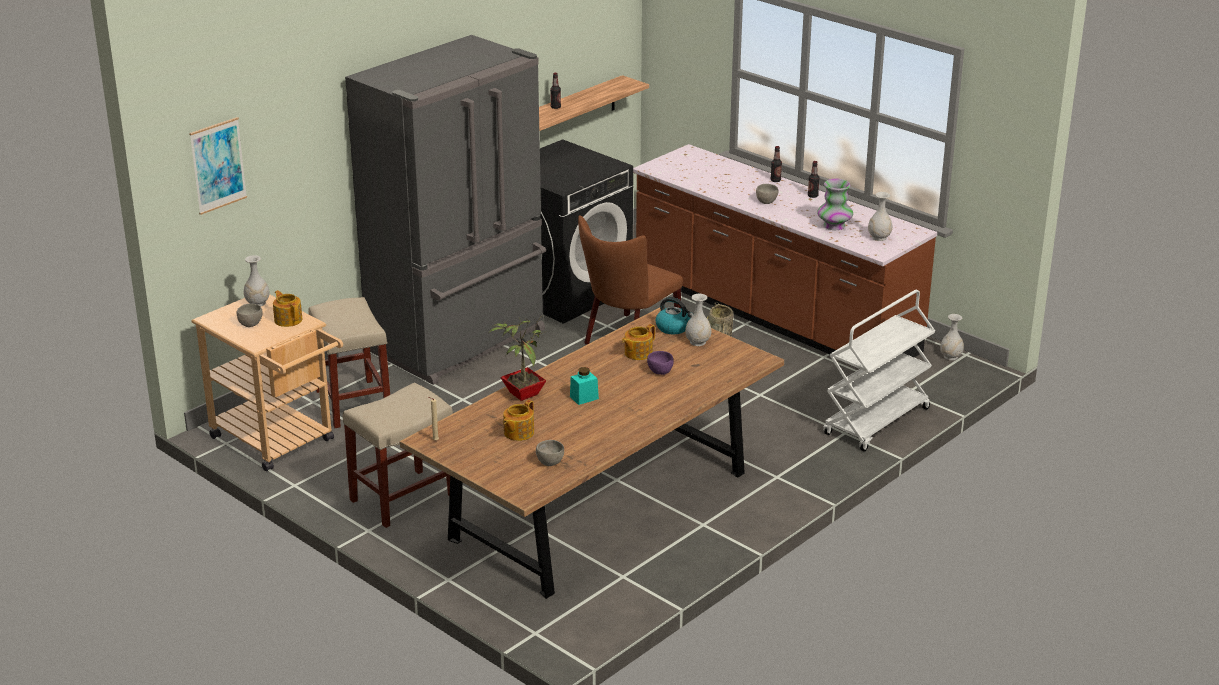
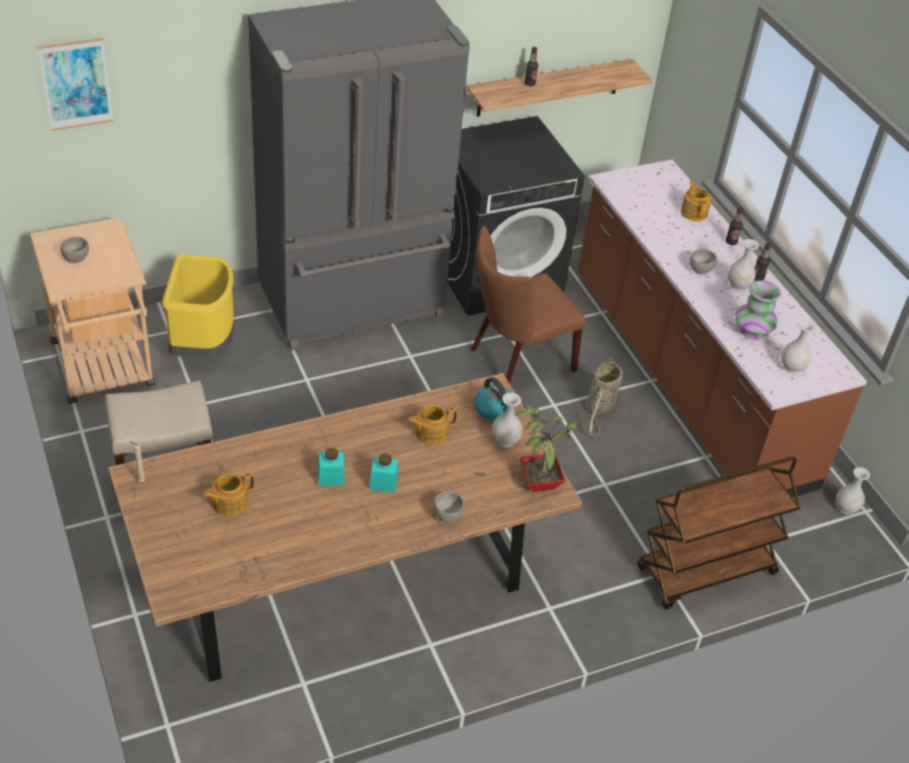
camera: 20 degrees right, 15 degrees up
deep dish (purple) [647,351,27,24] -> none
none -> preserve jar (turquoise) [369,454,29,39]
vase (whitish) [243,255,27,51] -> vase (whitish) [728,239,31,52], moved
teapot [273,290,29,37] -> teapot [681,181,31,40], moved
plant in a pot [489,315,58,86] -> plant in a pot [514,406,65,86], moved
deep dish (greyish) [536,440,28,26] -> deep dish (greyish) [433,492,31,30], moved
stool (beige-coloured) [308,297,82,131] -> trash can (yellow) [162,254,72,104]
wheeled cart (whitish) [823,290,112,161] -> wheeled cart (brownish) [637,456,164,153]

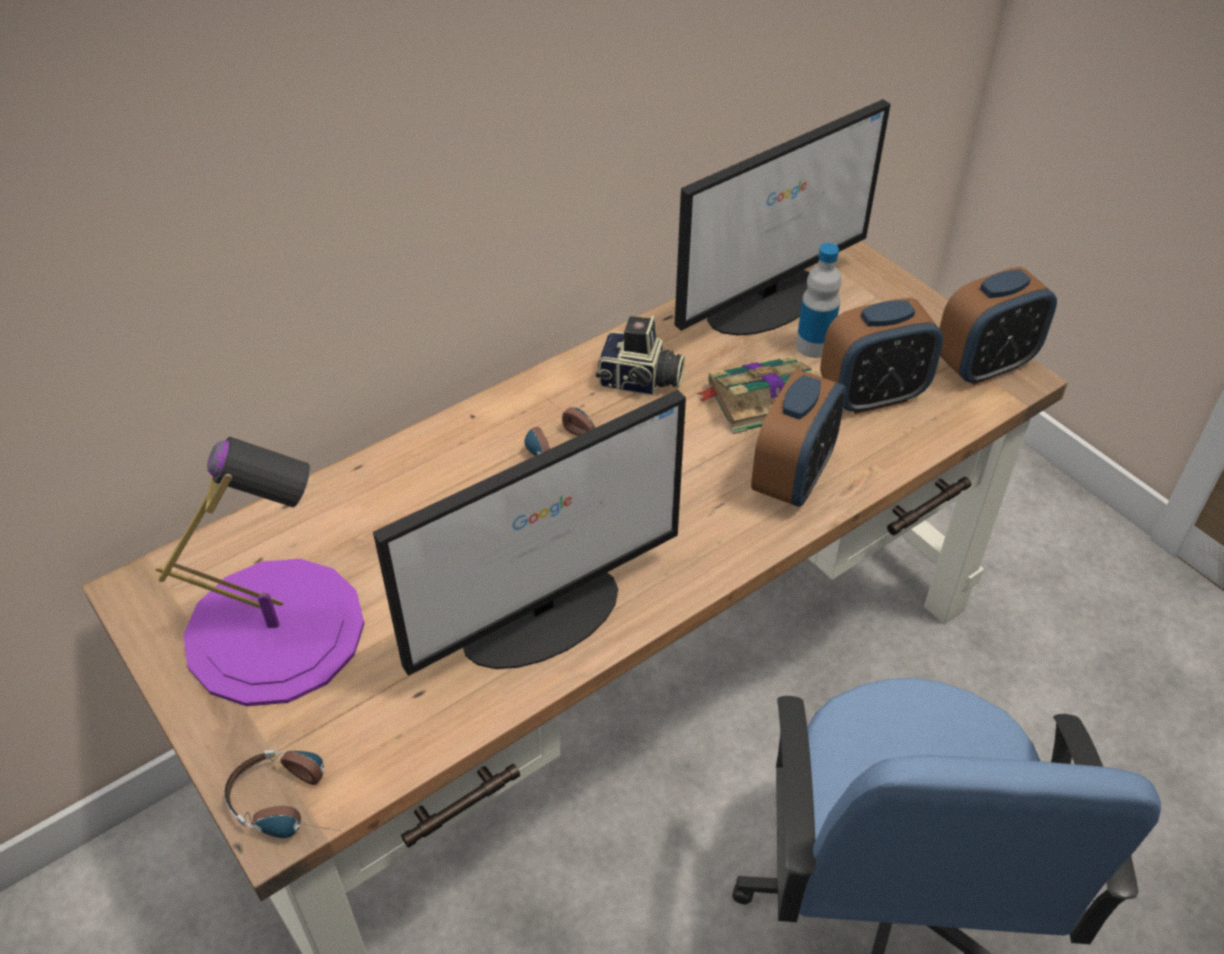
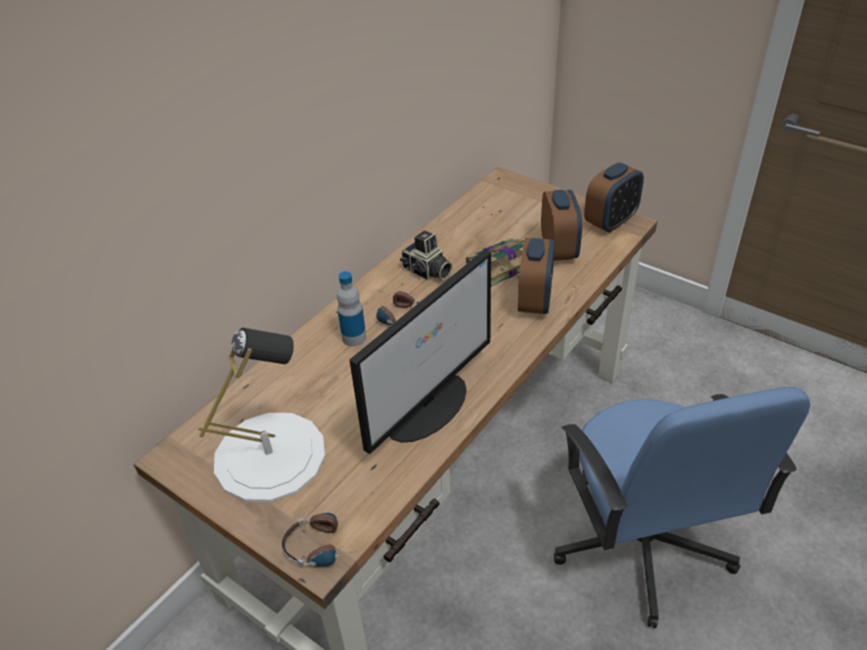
camera: 15 degrees left, 5 degrees down
monitor [675,99,216,236] -> none
beverage bottle [796,243,45,115] -> beverage bottle [337,271,29,75], moved
tabletop lamp (purple) [155,436,210,270] -> tabletop lamp (whitish) [198,328,127,174]
photo camera [596,316,89,79] -> photo camera [400,230,53,50], 45 degrees clockwise
table clock [820,298,123,116] -> table clock [541,190,41,71], 60 degrees counterclockwise

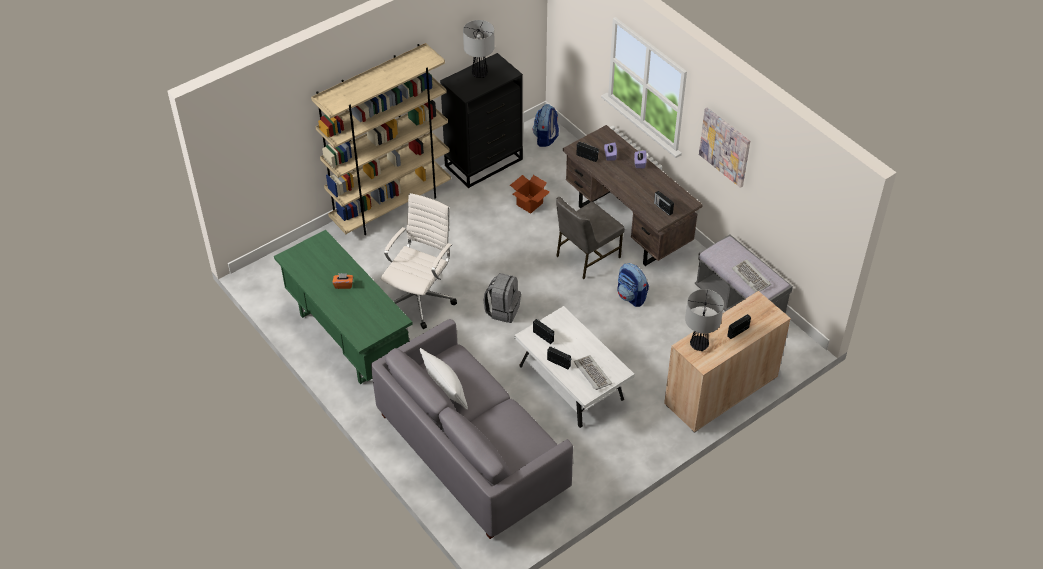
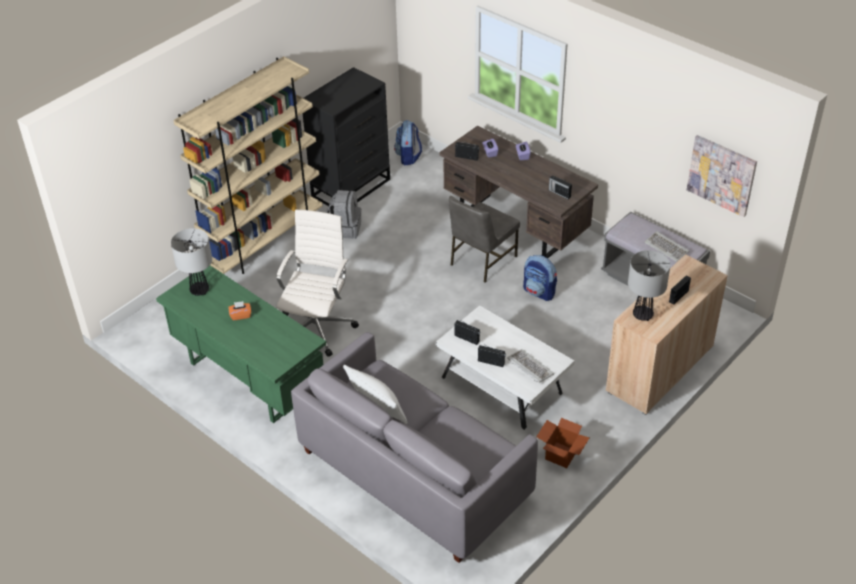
camera: 10 degrees left, 5 degrees down
tabletop lamp [463,20,32,58] -> tabletop lamp [171,228,41,68], moved
rucksack (greyish) [484,273,37,50] -> rucksack (greyish) [326,190,35,49], moved
carton [510,175,40,39] -> carton [536,418,54,50], moved
wall art [699,108,51,80] -> wall art [687,135,70,82], moved

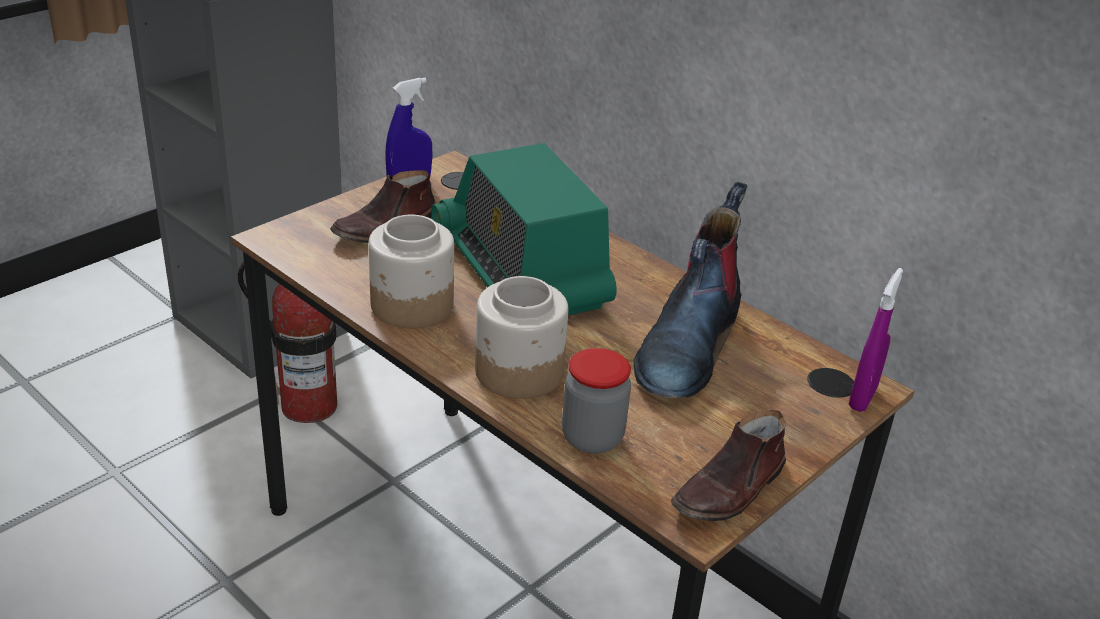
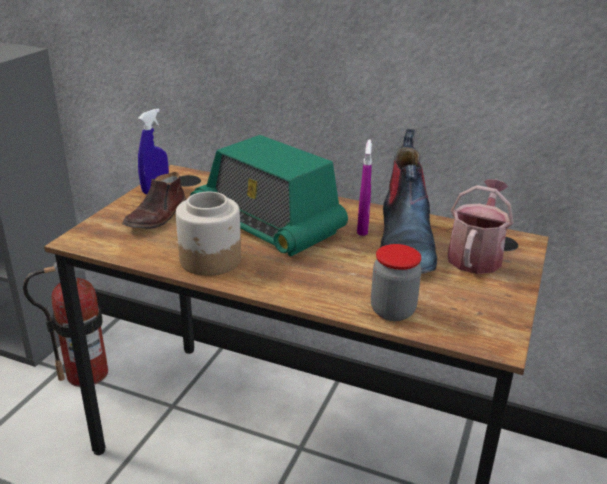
camera: 20 degrees left, 5 degrees down
preserve jar [475,276,93,123] -> none
low shoe (brownish) [671,410,115,111] -> none
none -> watering can [448,179,65,95]
spray bottle (purple) [849,268,54,144] -> spray bottle (purple) [357,140,15,96], moved

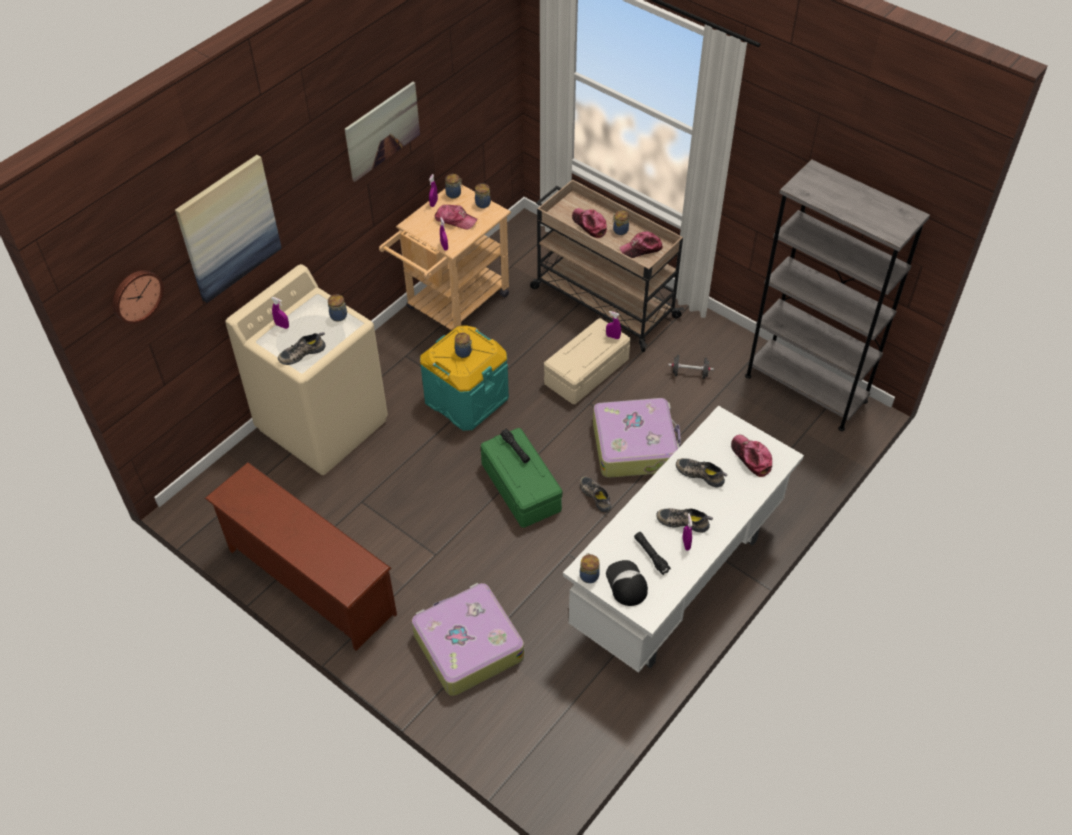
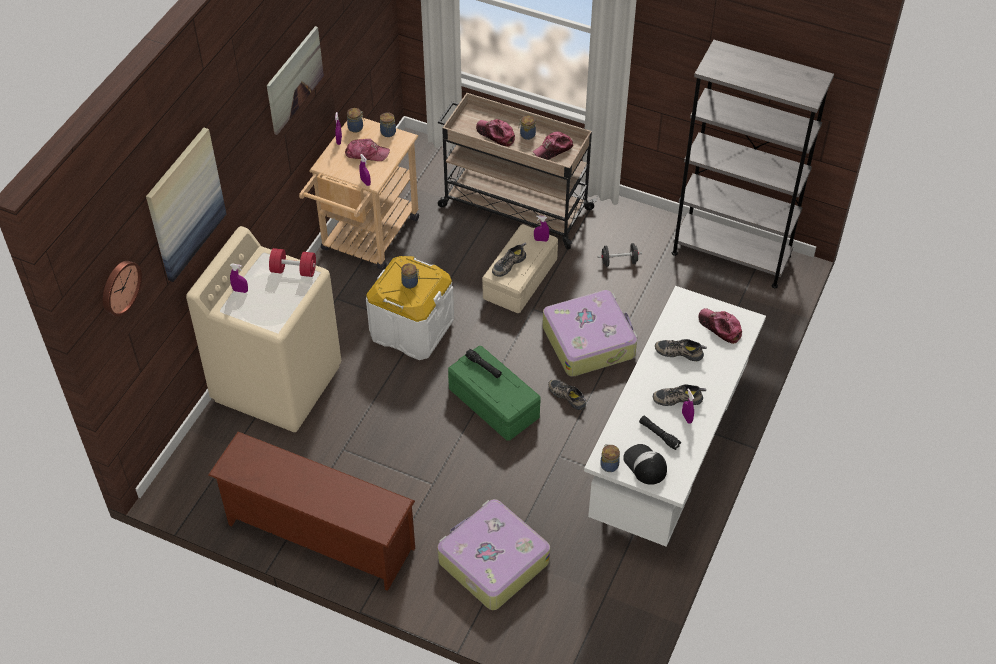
camera: 15 degrees left, 0 degrees up
low shoe [278,332,47,33] -> low shoe [492,242,34,35], moved
preserve jar [328,294,20,28] -> hand weight (reddish) [269,248,47,29]
storage container (turquoise) [420,325,89,106] -> storage container (whitish) [366,256,88,104]

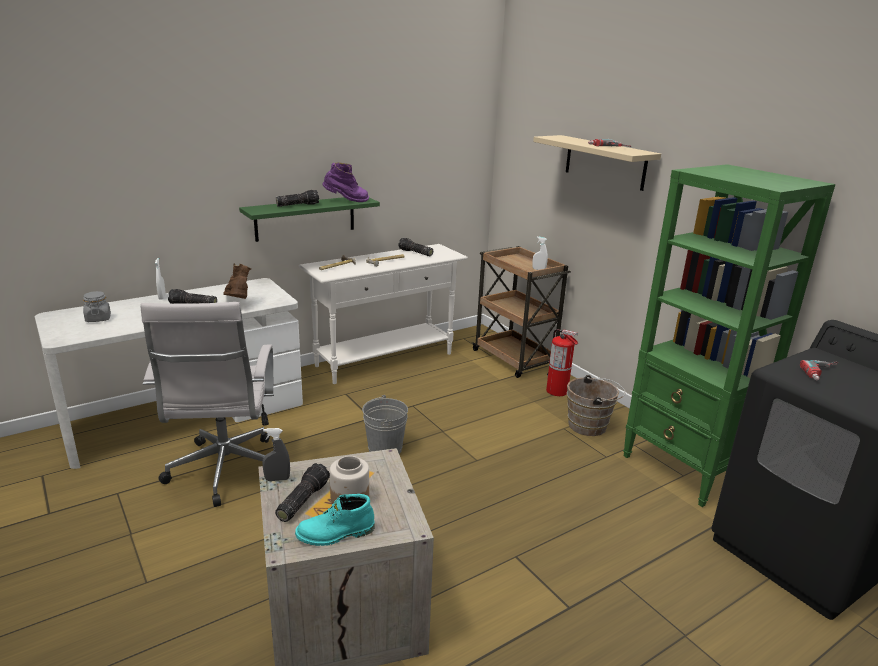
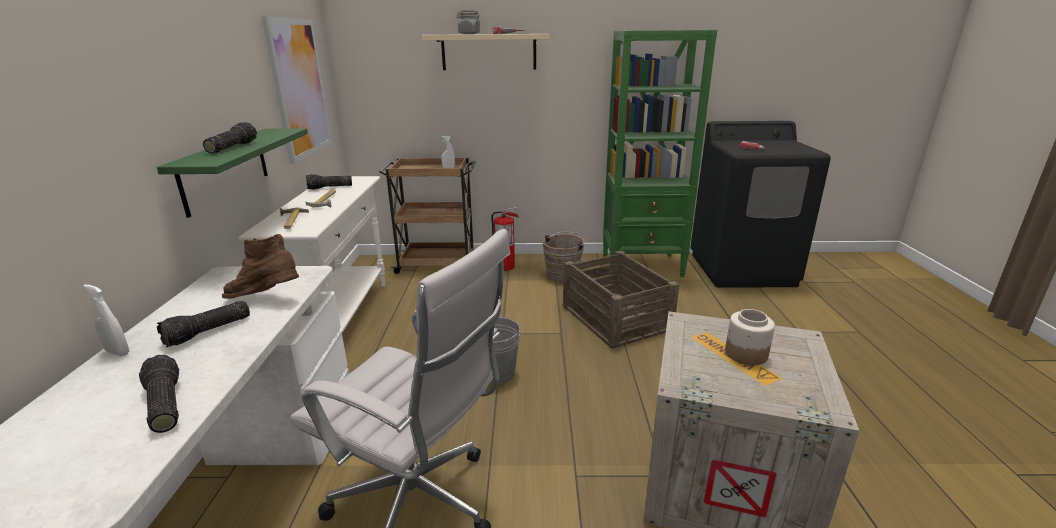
camera: 55 degrees left, 0 degrees up
spray bottle (greyish) [262,428,28,53] -> none
boot (turquoise) [295,494,80,52] -> none
boot (purple) [323,162,46,40] -> none
none -> wall art [261,16,71,148]
none -> packing crate [562,251,117,98]
preserve jar (greyish) [83,291,28,31] -> preserve jar (greyish) [456,10,25,24], moved
flashlight [275,463,55,59] -> flashlight [139,355,40,78], moved

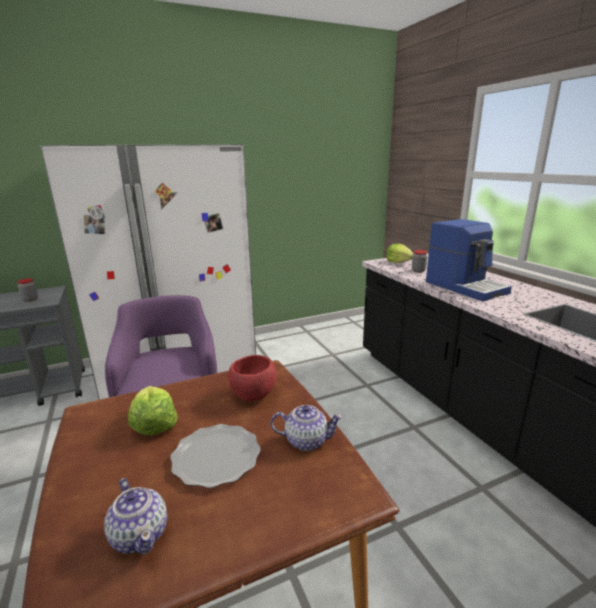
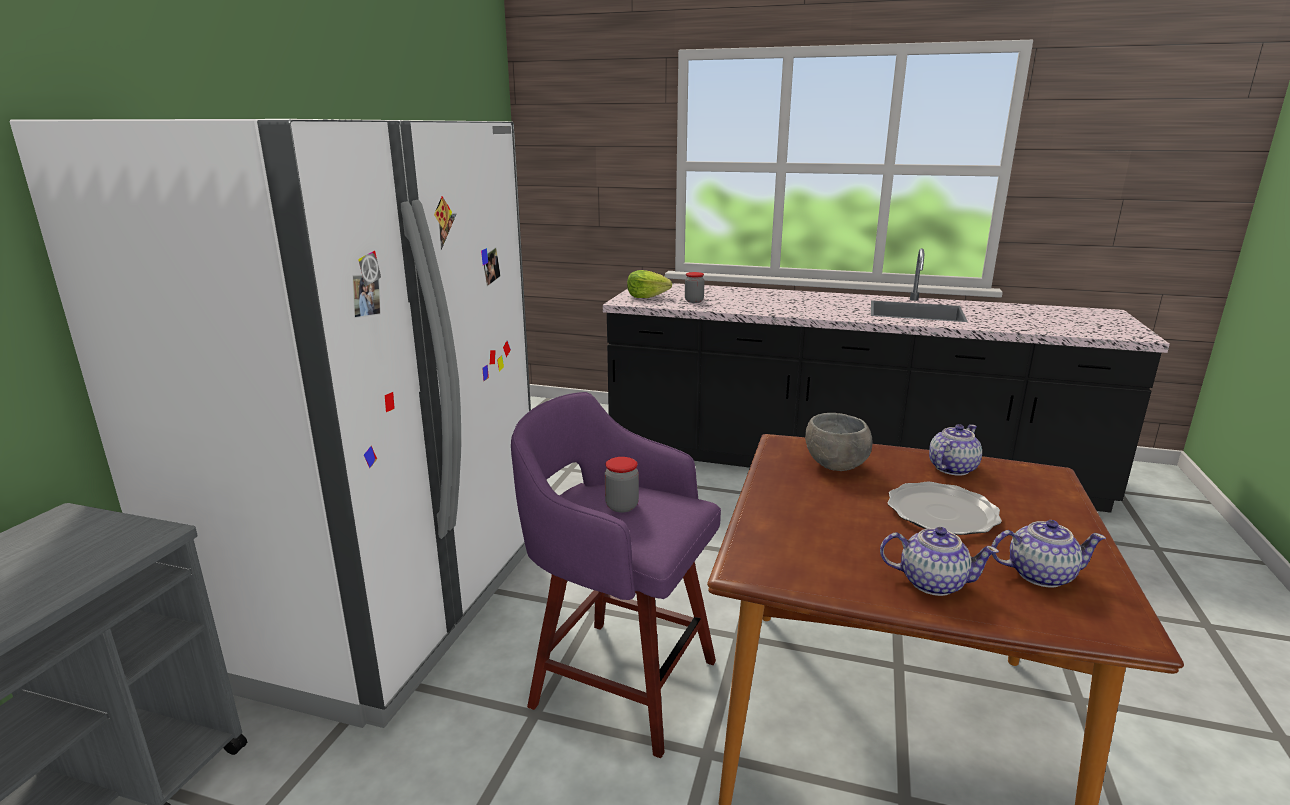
camera: 50 degrees left, 0 degrees up
lettuce head [128,386,50,50] -> none
coffee machine [426,219,86,82] -> none
none -> teapot [880,527,119,69]
preserve jar [17,278,21,24] -> preserve jar [605,457,34,56], moved
deep dish (reddish) [228,355,49,46] -> deep dish (greyish) [805,413,68,58]

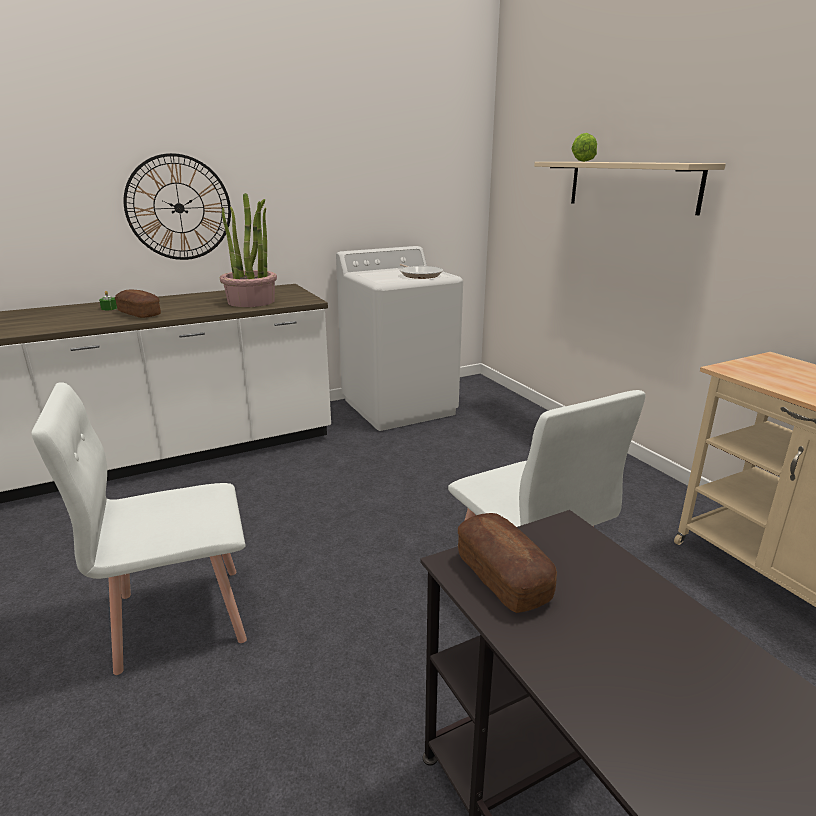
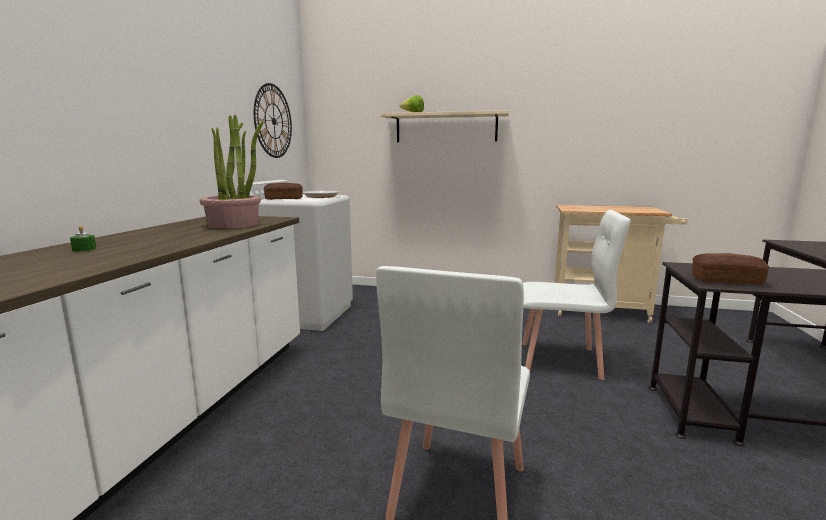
camera: 50 degrees left, 10 degrees down
baked bread [115,289,46,29] -> baked bread [264,183,39,17], moved
wall clock [123,153,108,107] -> wall clock [254,83,38,75], moved

